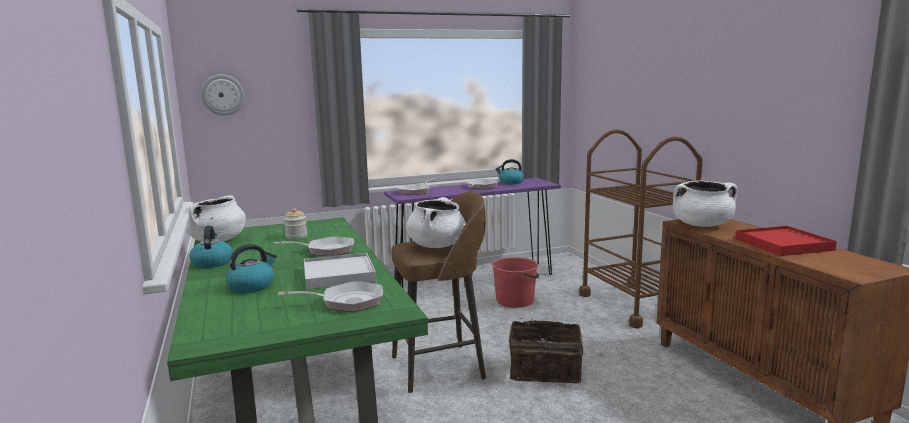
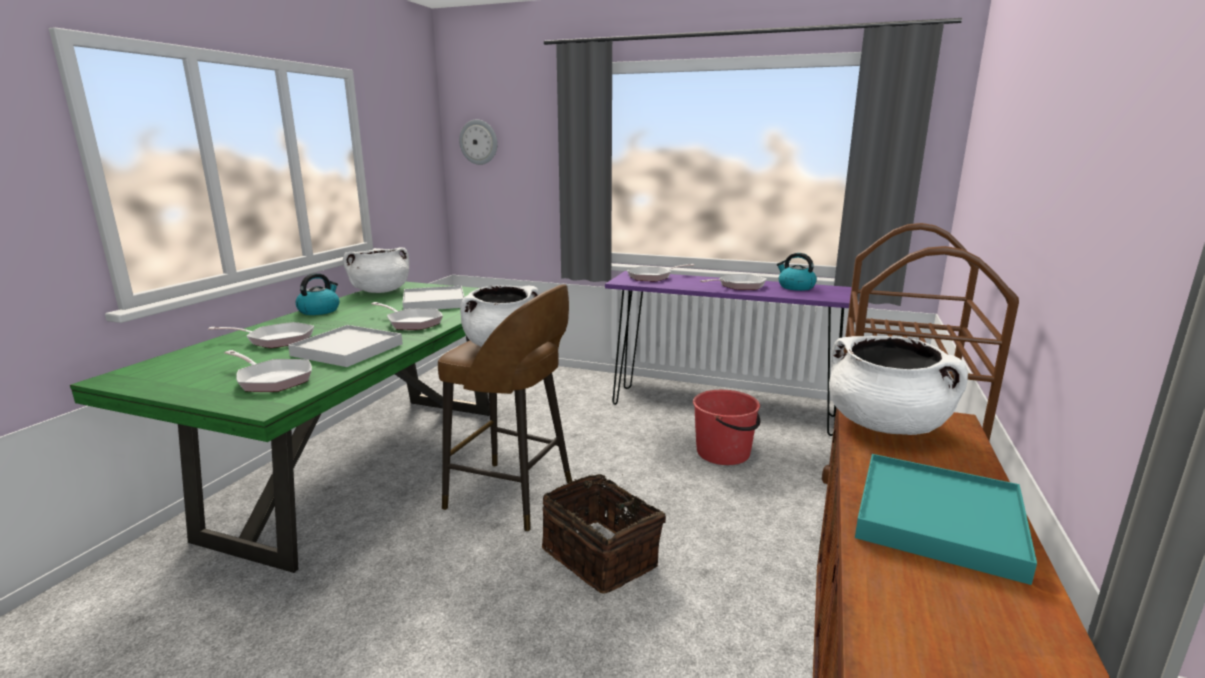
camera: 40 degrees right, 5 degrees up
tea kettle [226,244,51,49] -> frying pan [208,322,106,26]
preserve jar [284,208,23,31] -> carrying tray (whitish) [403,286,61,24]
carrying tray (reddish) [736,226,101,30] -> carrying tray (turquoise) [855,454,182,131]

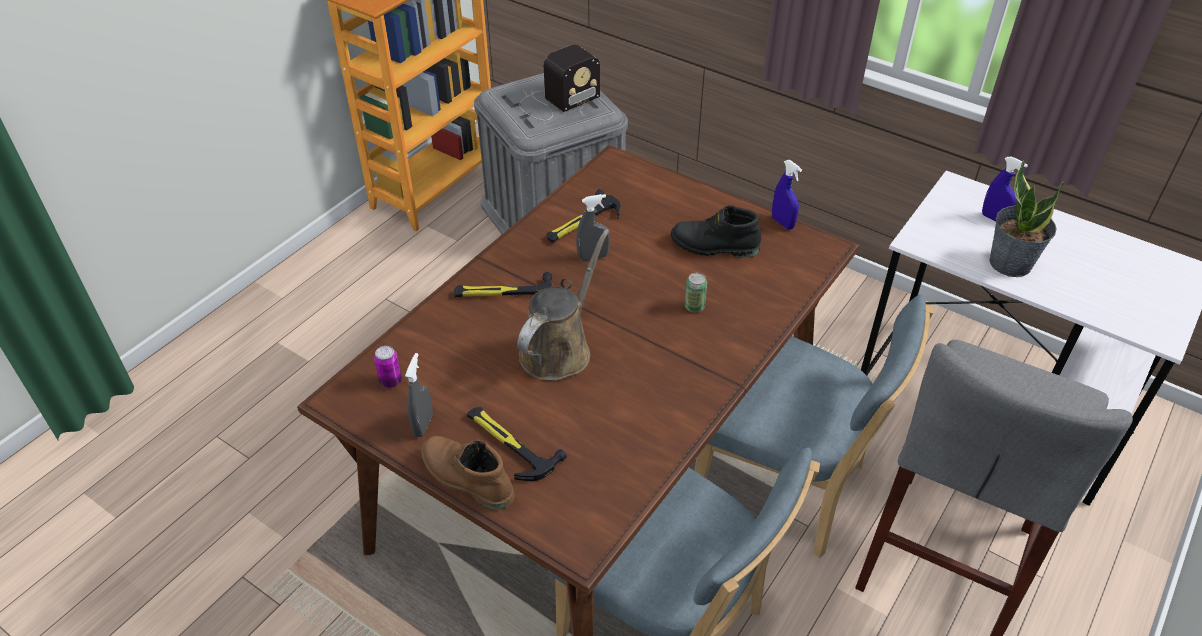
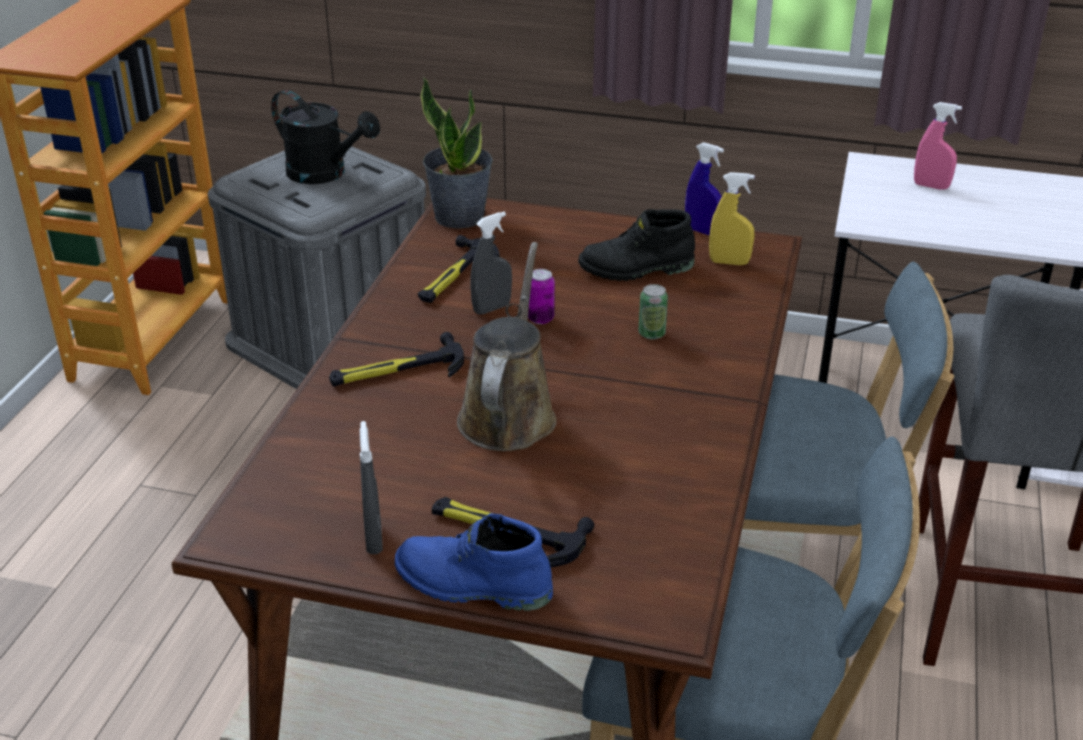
camera: 20 degrees left, 10 degrees down
none -> spray bottle (yellow) [709,172,46,93]
can [374,346,28,42] -> can [528,269,27,55], moved
plant in a pot [989,160,75,117] -> plant in a pot [421,76,72,153], moved
radio [519,44,81,77] -> watering can (black-coloured) [271,90,109,94]
boot (brownish) [421,436,94,74] -> boot (bluish) [395,513,158,98]
spray bottle (bluish) [982,156,46,66] -> spray bottle (pinkish) [914,102,48,88]

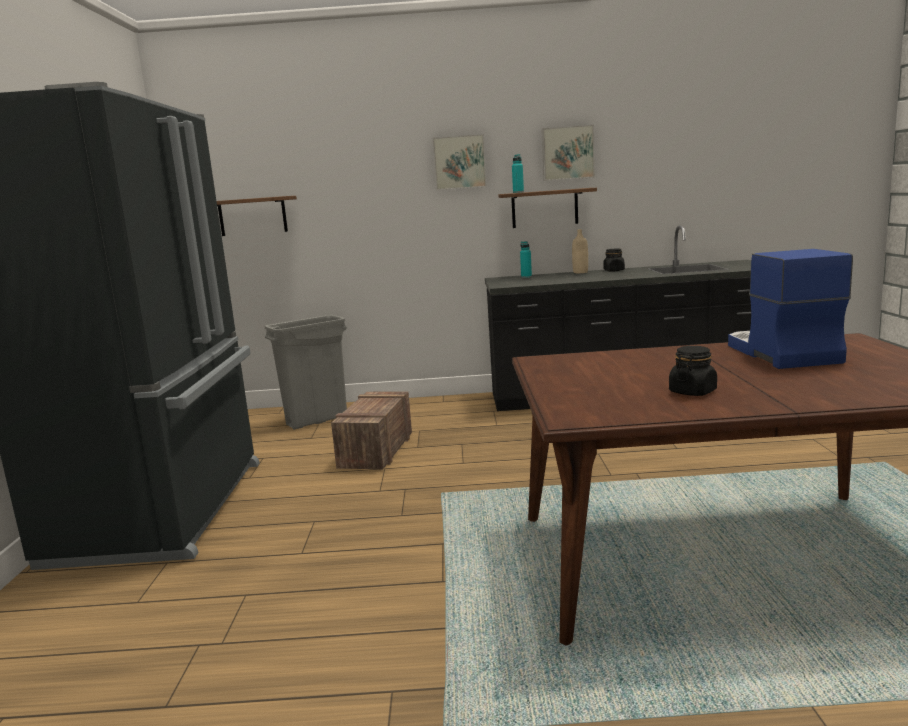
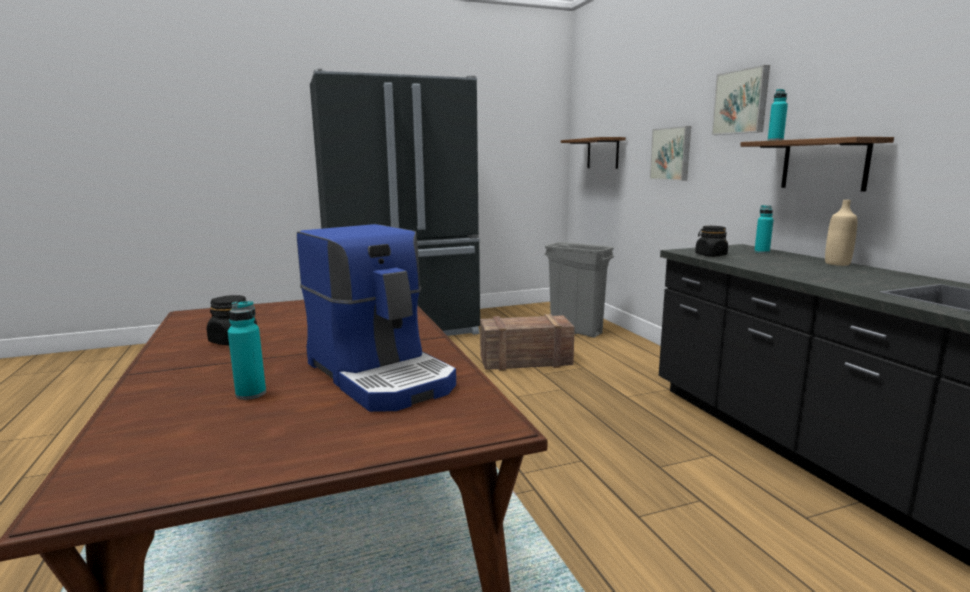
camera: 70 degrees right, 0 degrees up
none -> beverage bottle (turquoise) [228,301,38,99]
wall art [542,125,53,56] -> wall art [649,126,42,55], moved
preserve jar (black-coloured) [603,249,22,23] -> preserve jar (black-coloured) [695,226,33,31], moved
coffee machine [728,249,125,120] -> coffee machine [297,224,159,188], 75 degrees clockwise

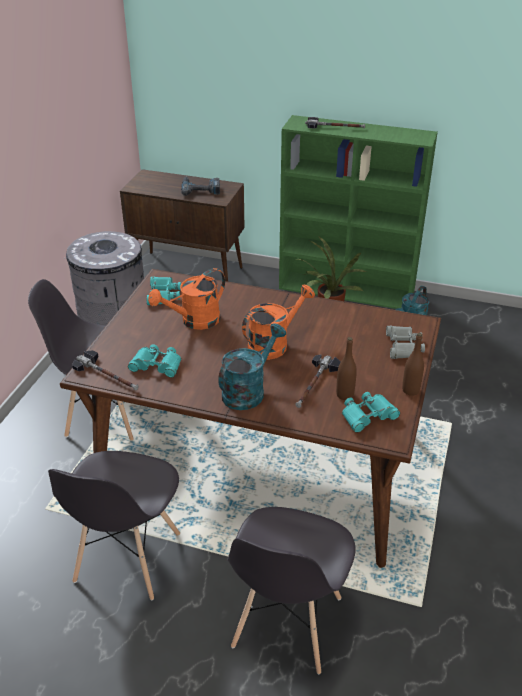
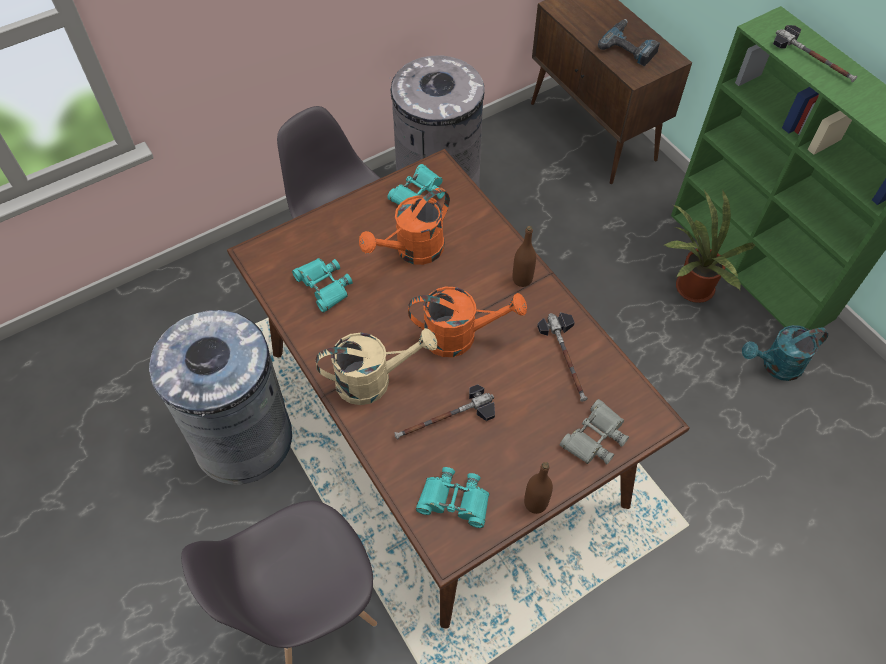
camera: 40 degrees right, 20 degrees up
hammer [72,350,67,41] -> hammer [537,312,51,90], moved
beverage bottle (brownish) [336,337,21,63] -> beverage bottle (brownish) [513,226,23,61], moved
chair (greyish) [48,451,132,150] -> trash can (greyish) [149,310,143,175]
watering can (turquoise) [218,323,68,87] -> watering can (beige-coloured) [316,328,121,77]
watering can (orangey) [148,268,77,62] -> watering can (orangey) [359,188,91,77], 45 degrees counterclockwise

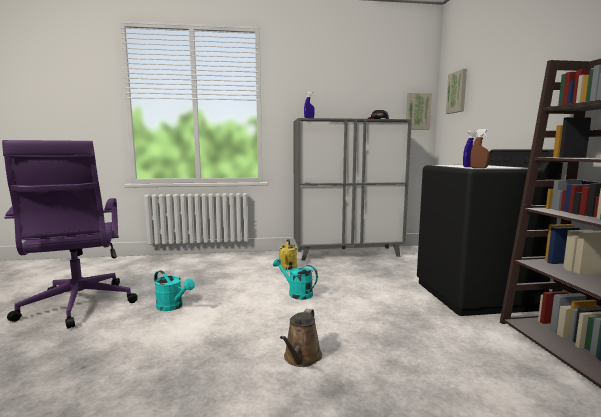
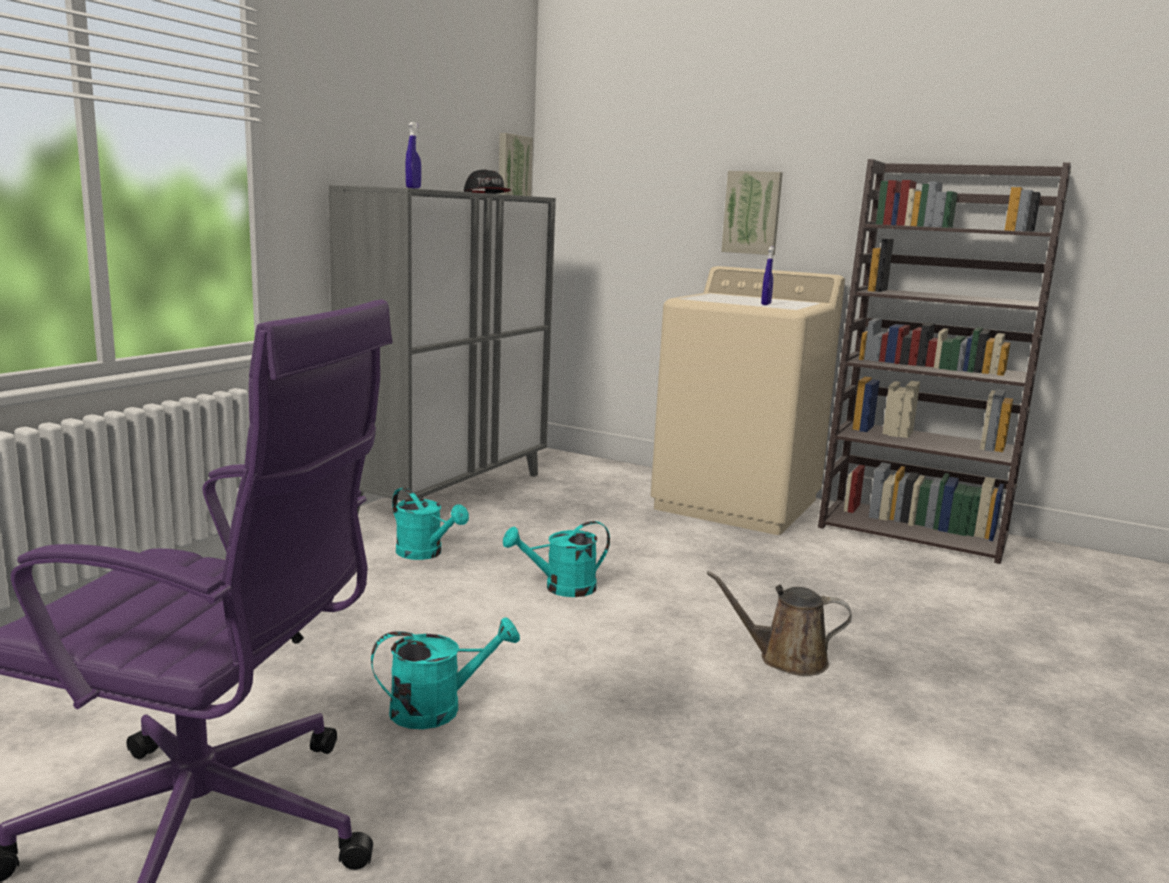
camera: 55 degrees left, 5 degrees up
spray bottle (brownish) [470,129,19,39] -> none
wall art [446,69,21,45] -> wall art [721,171,62,84], moved
watering can (yellow) [279,239,18,31] -> watering can (turquoise) [392,487,77,73]
washing machine (black-coloured) [417,149,146,167] -> washing machine (beige-coloured) [651,266,194,269]
watering can (brownish) [280,309,42,58] -> watering can (brownish) [707,571,145,105], 135 degrees clockwise

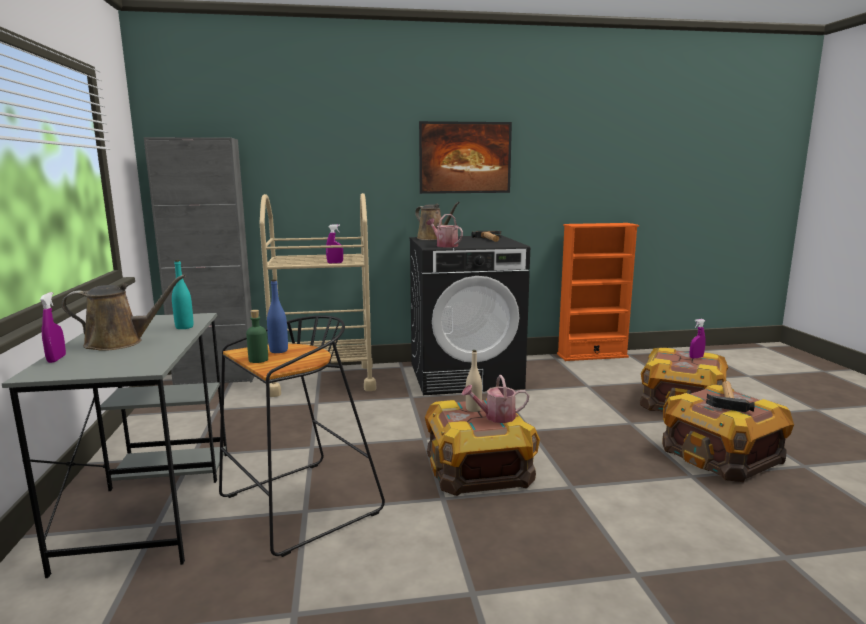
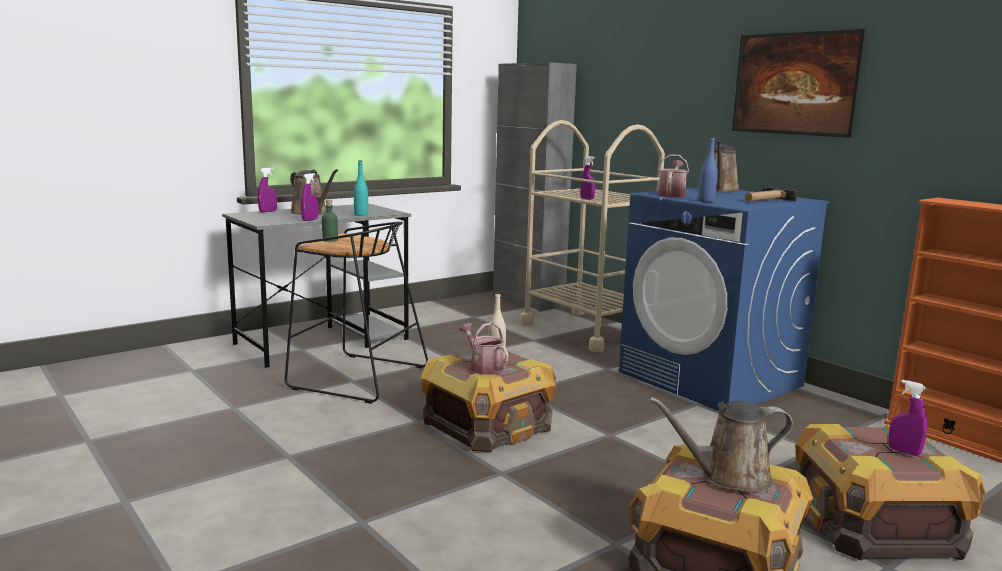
camera: 60 degrees right, 0 degrees up
none -> spray bottle (purple) [301,173,17,48]
beverage bottle (bluish) [267,279,21,74] -> beverage bottle (bluish) [699,136,19,67], moved
hammer [706,381,49,31] -> watering can (brownish) [649,397,144,95]
washing machine (black-coloured) [409,235,121,160] -> washing machine (bluish) [619,188,211,223]

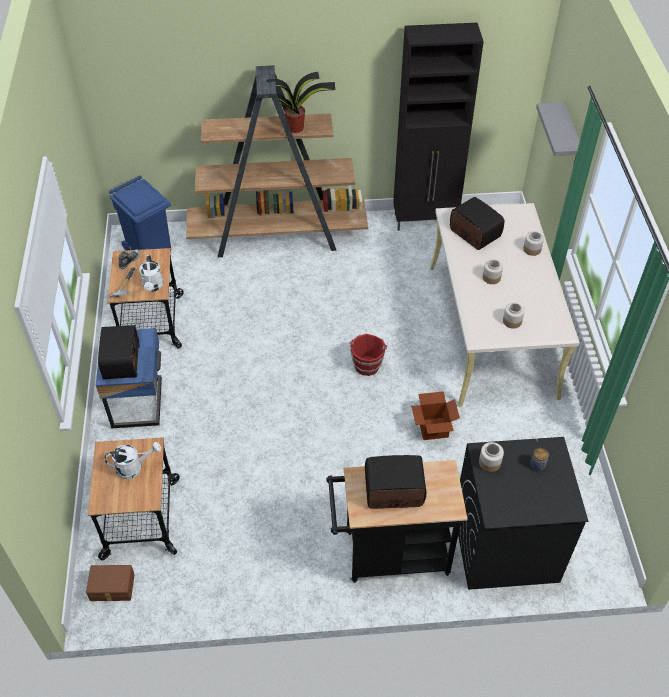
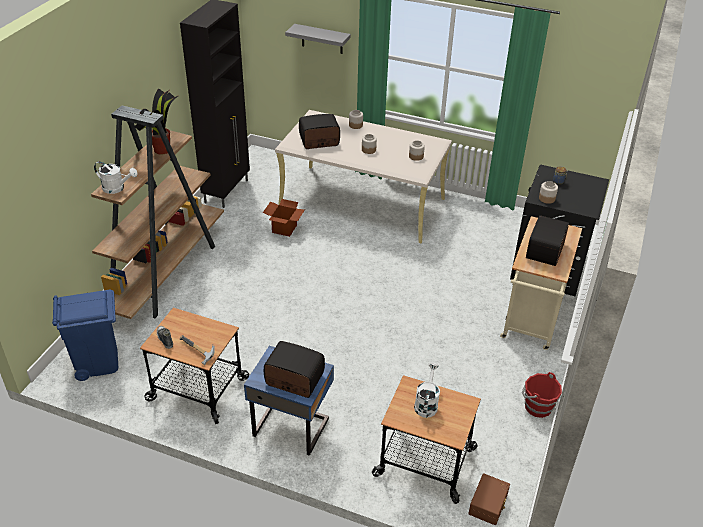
camera: 65 degrees left, 10 degrees down
watering can (whitish) [139,255,24,37] -> watering can (whitish) [94,161,44,33], moved
water bucket (reddish) [350,334,37,42] -> water bucket (reddish) [522,372,40,46], moved
carton [411,391,49,49] -> carton [263,199,42,38], moved
wheeled cart (black-coloured) [326,460,141,123] -> wheeled cart (beige-coloured) [500,216,82,134]

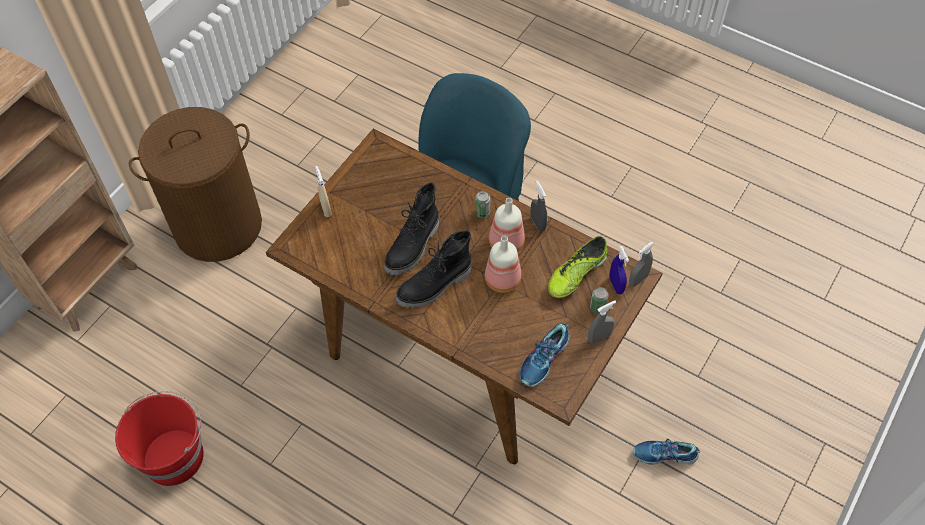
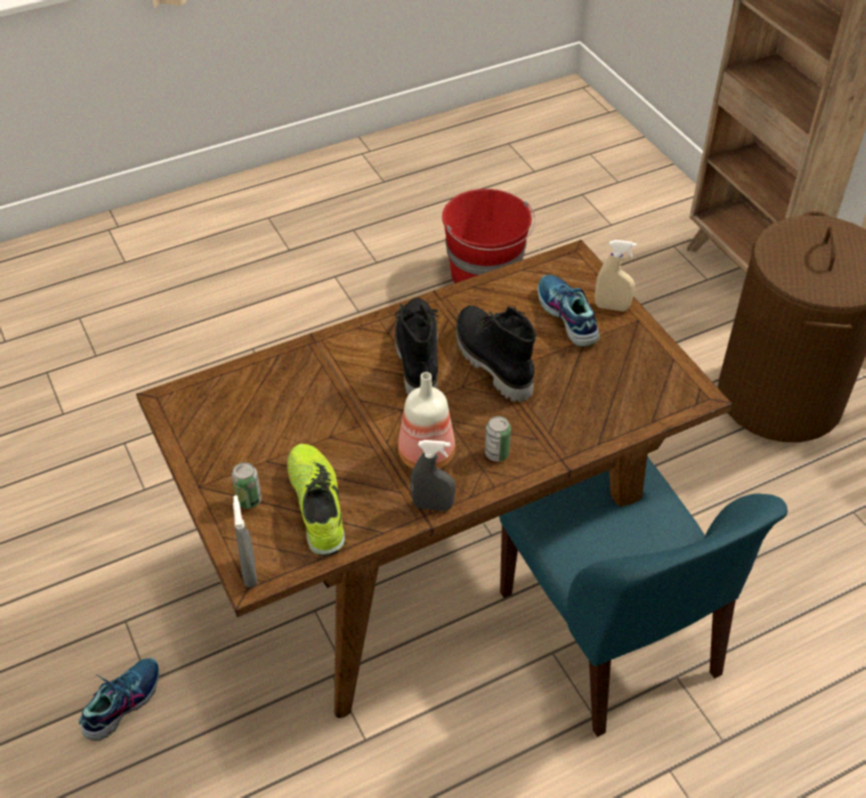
camera: 120 degrees right, 10 degrees down
beverage bottle [485,236,37,57] -> none
spray bottle (greyish) [588,301,28,43] -> none
spray bottle (bluish) [609,246,20,48] -> none
low shoe [520,323,50,63] -> low shoe [537,275,63,72], moved

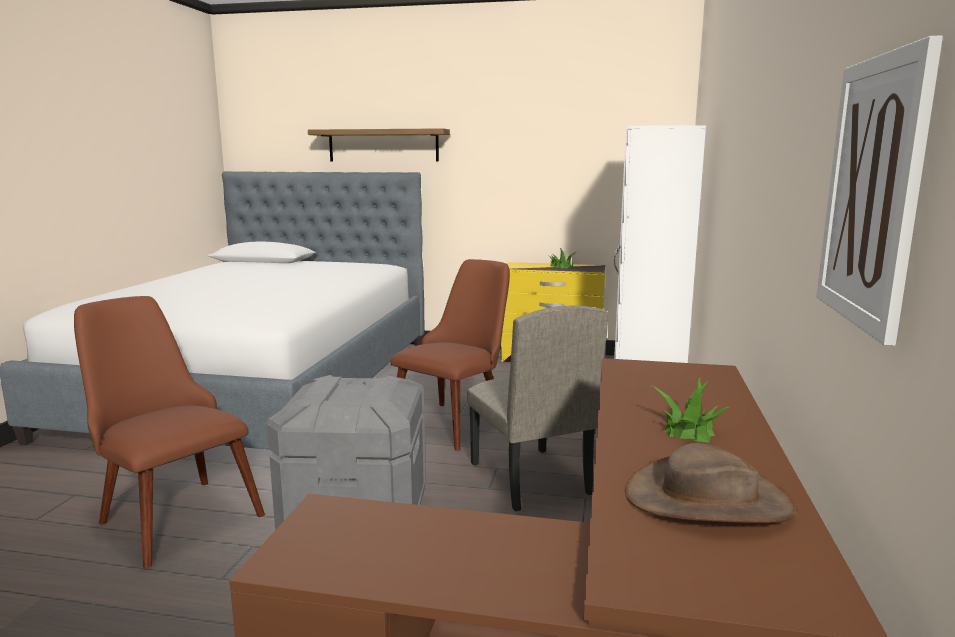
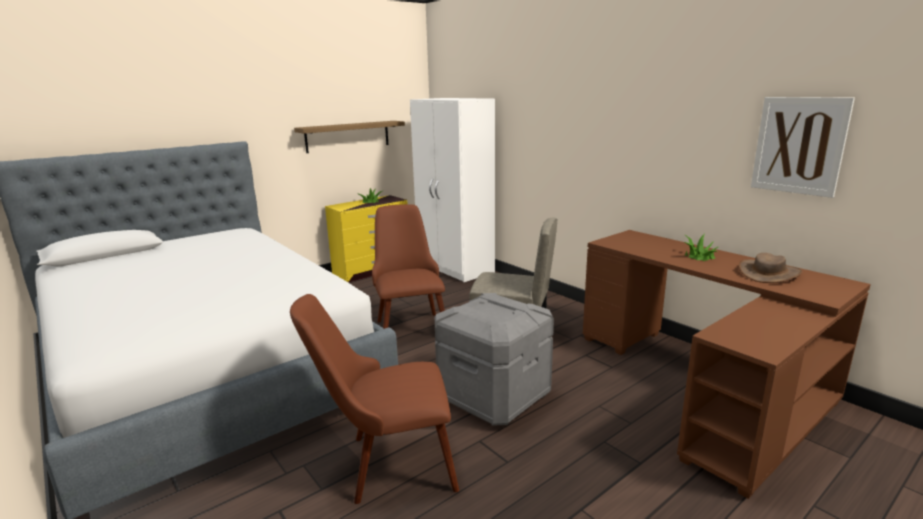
camera: 50 degrees left, 5 degrees up
bracket shelf [308,128,142,34] -> bracket shelf [294,121,111,32], moved

